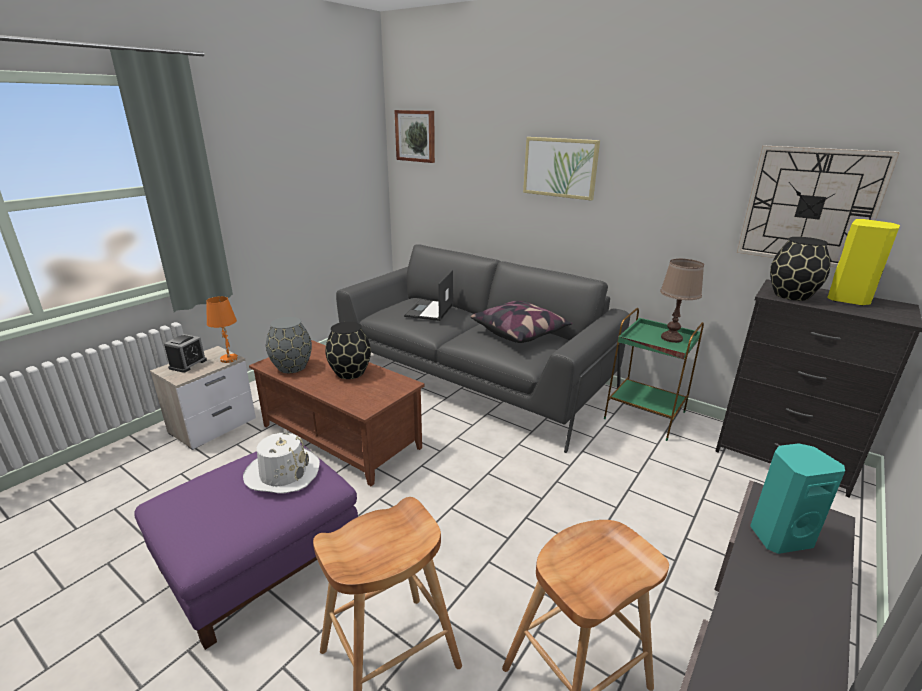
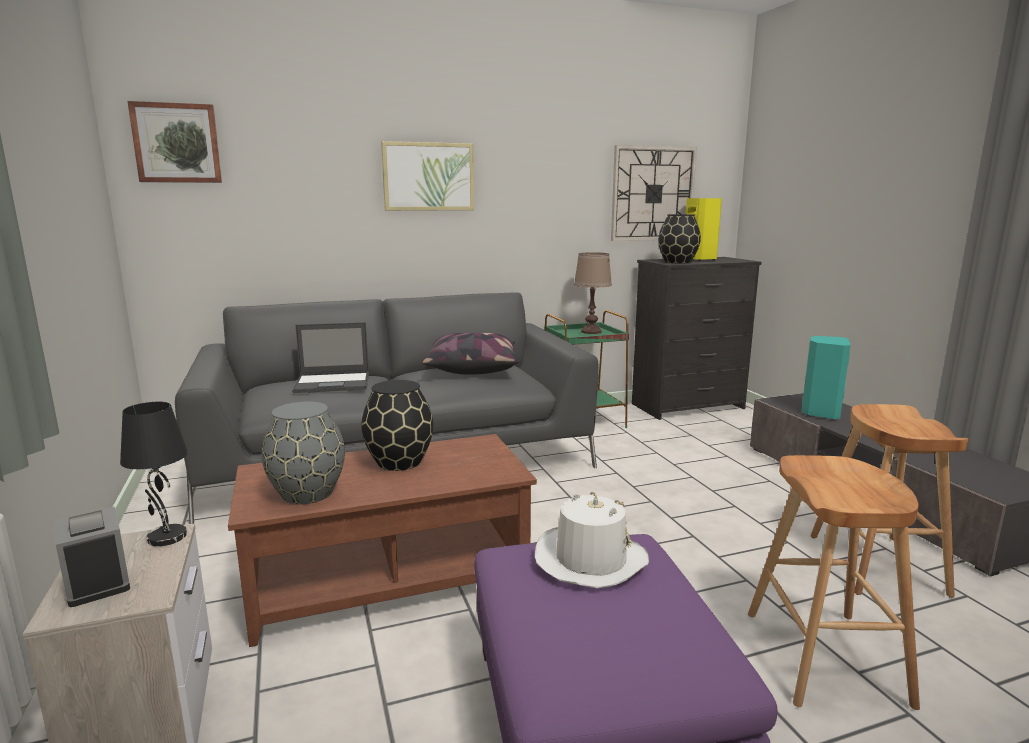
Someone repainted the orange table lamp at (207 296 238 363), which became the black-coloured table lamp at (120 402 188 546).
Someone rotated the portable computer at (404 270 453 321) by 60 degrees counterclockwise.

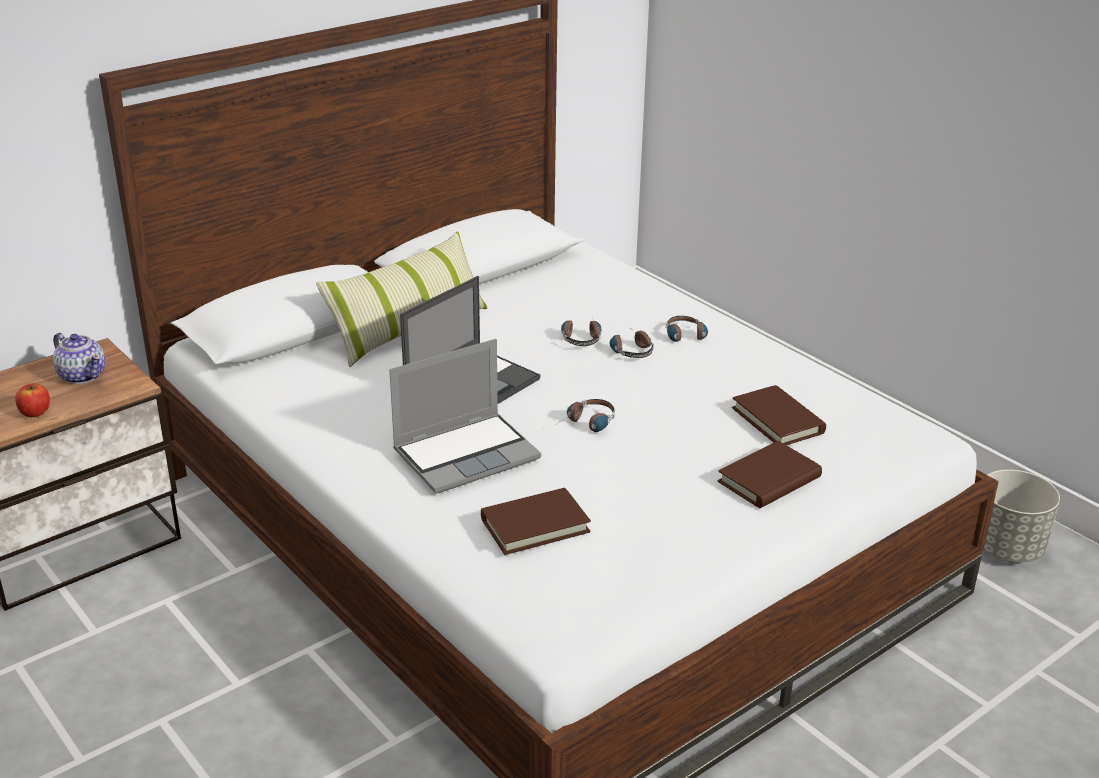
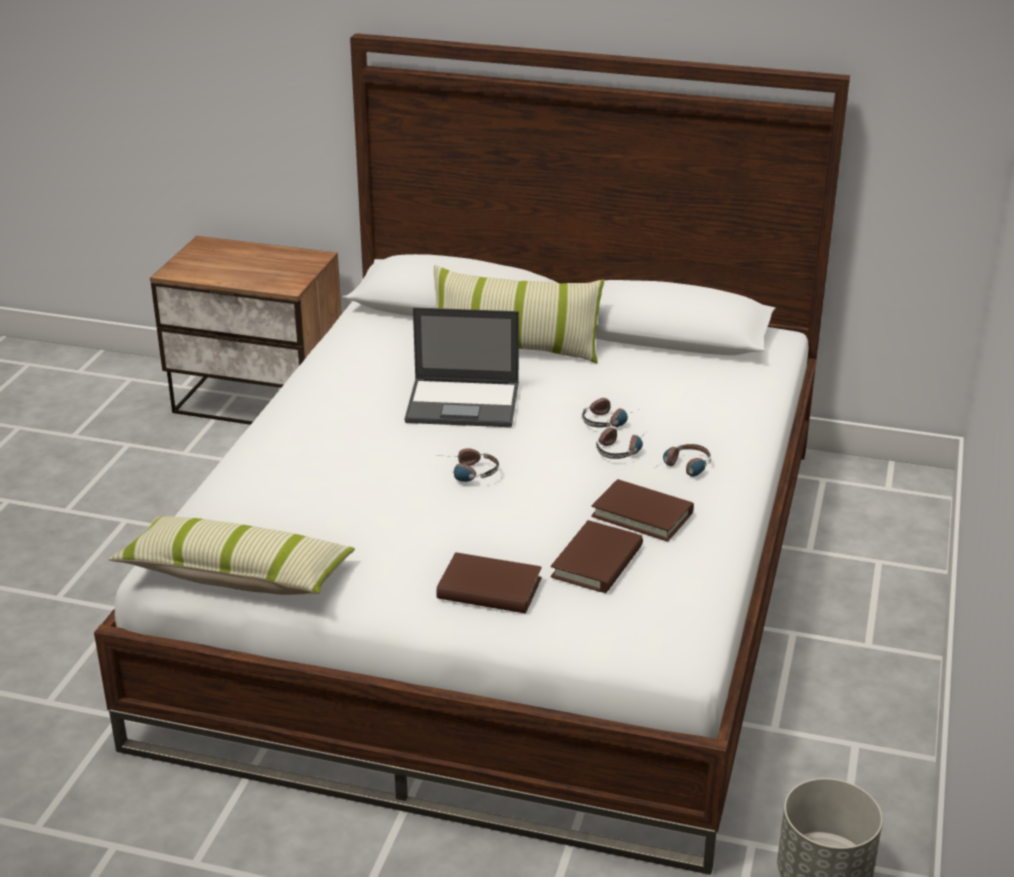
Someone put down the throw pillow at (109 516 355 595).
Someone carried the brown book from (481 488 591 555) to (591 479 694 541).
Someone took away the apple fruit at (15 383 50 417).
Someone took away the pot for tea at (53 333 105 384).
Someone took away the portable computer at (389 339 541 494).

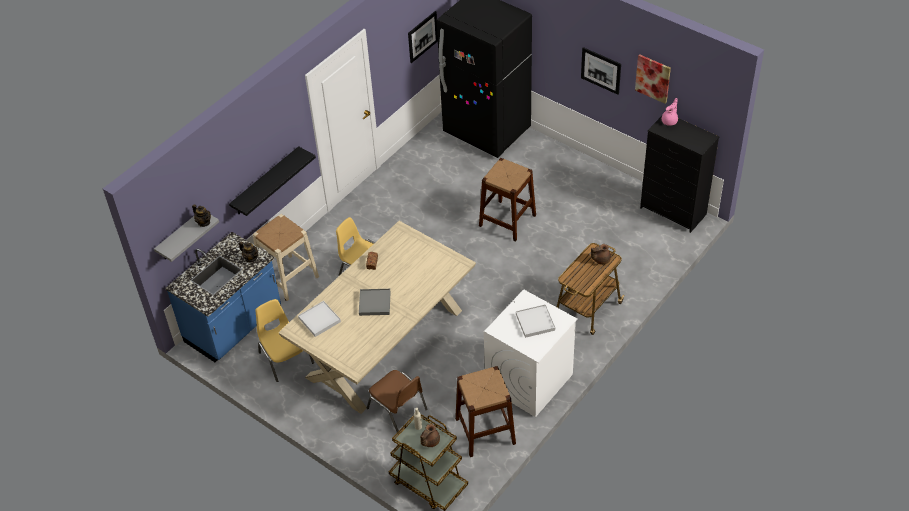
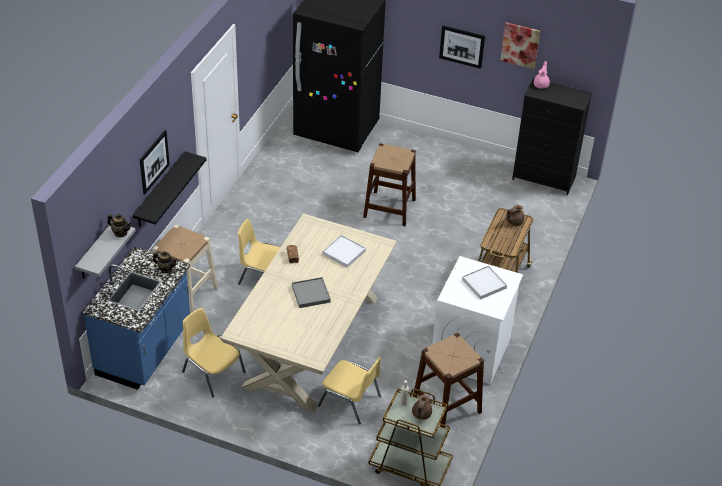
Someone carried the picture from (408 11 438 63) to (140 130 170 195).
Someone repainted the brown plain chair at (367 370 428 432), which became the yellow plain chair at (318 357 381 424).
Someone carried the whitish tray from (298 301 341 337) to (323 235 366 268).

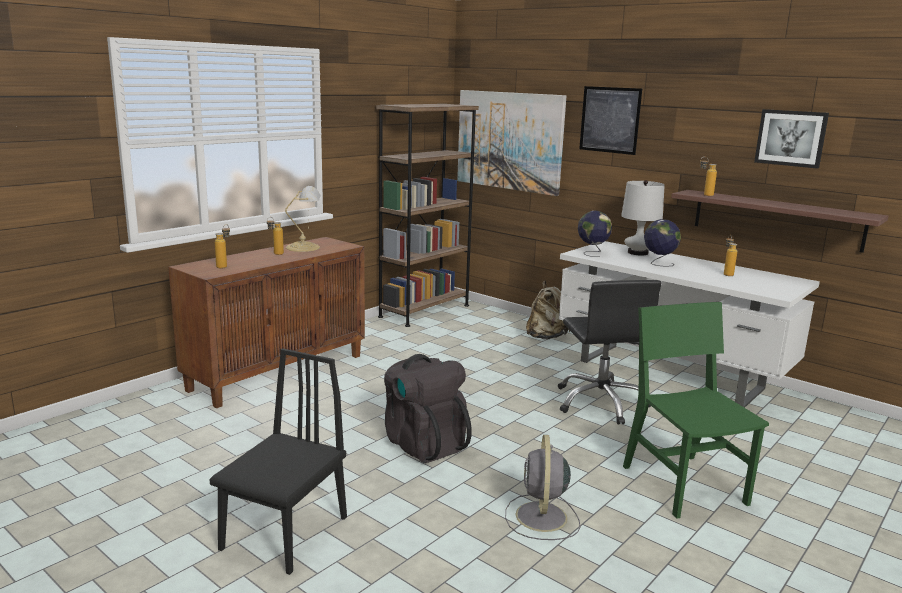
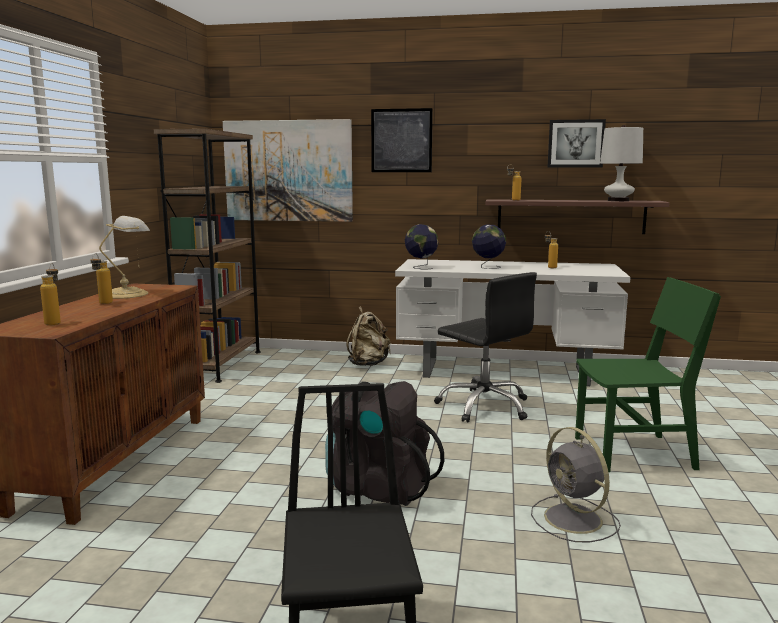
Someone rotated the green-coloured plain chair at (623 302 769 519) by 135 degrees clockwise.
Someone carried the whitish table lamp from (621 180 665 256) to (600 125 643 201).

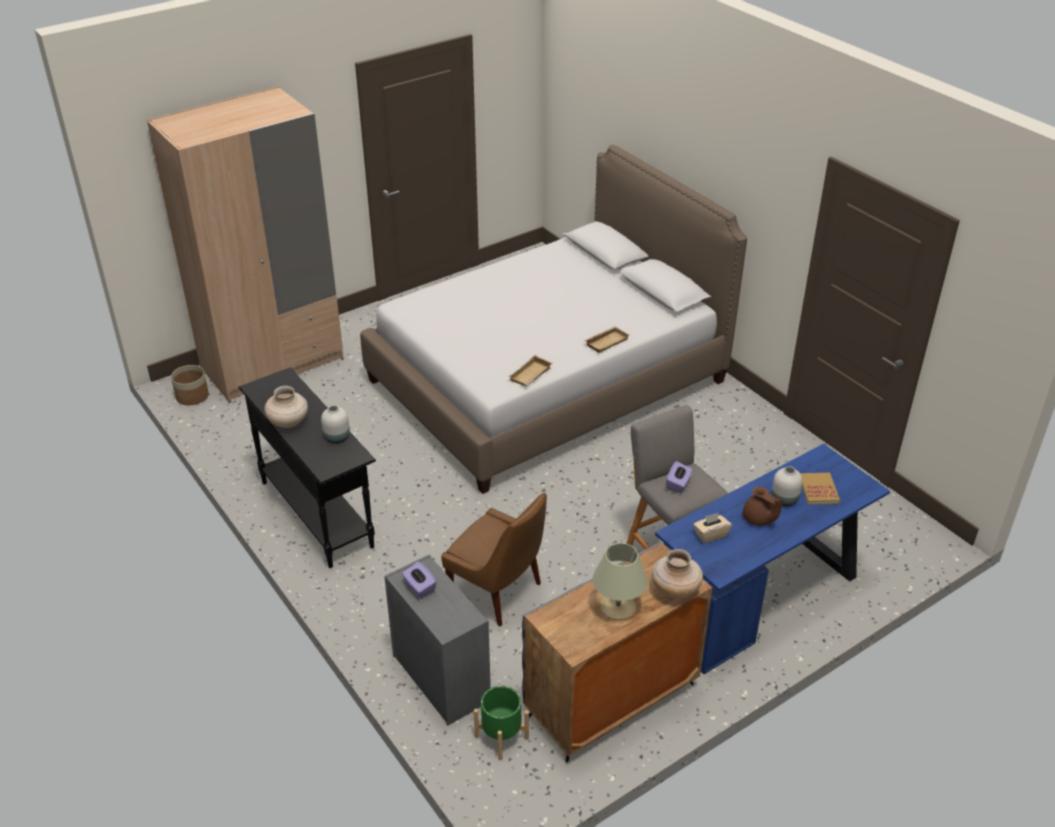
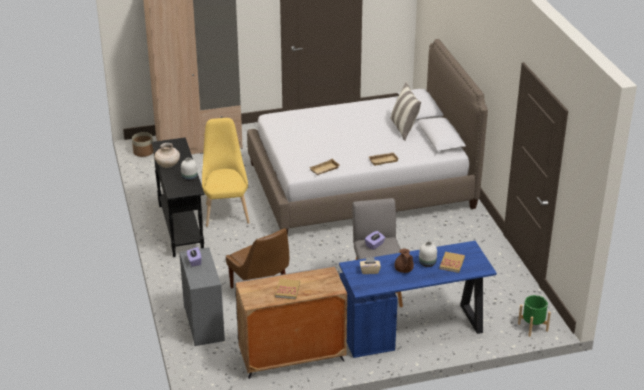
Someone put down the yellow plain chair at (202 118 250 227).
Someone swapped the beige table lamp at (593 543 647 620) for the book at (275 278 300 299).
Someone put down the throw pillow at (390 82 421 141).
Someone carried the green-coloured plant pot from (474 686 529 760) to (518 295 551 337).
Someone took away the beige vase at (652 549 703 599).

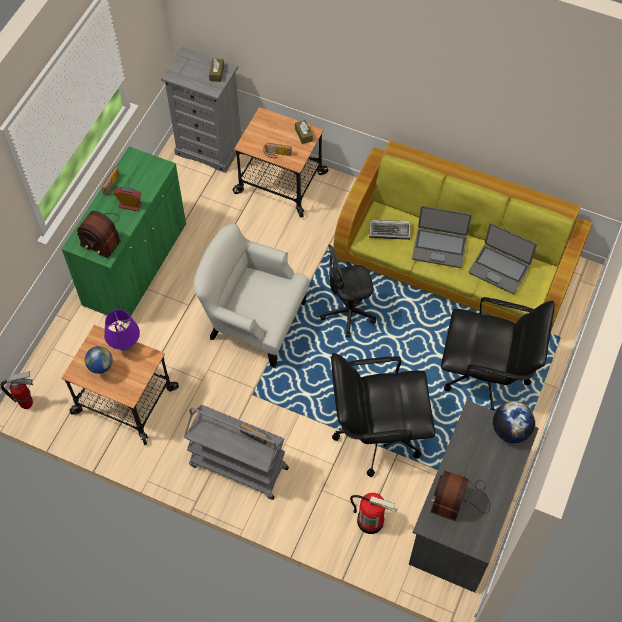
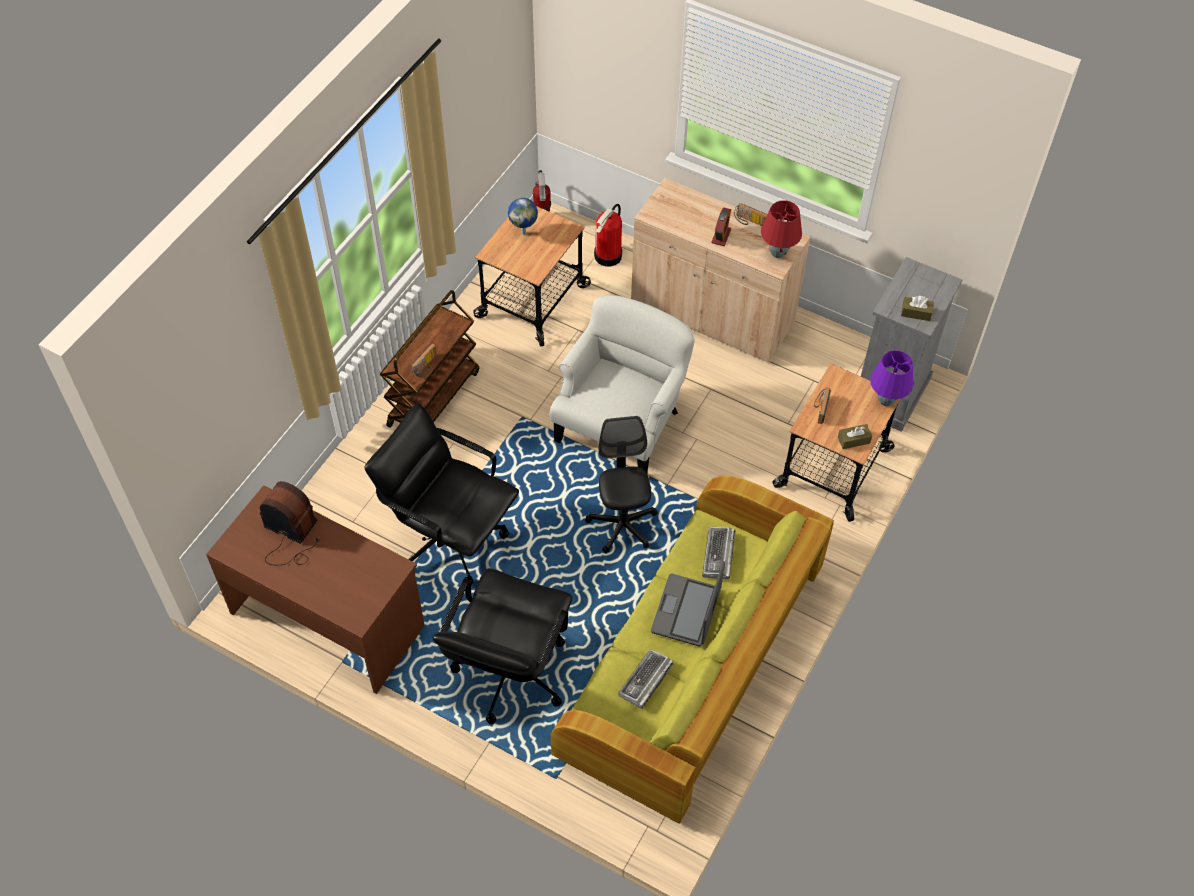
Someone repainted the greyish desk at (409 400 539 593), which became the brown desk at (206 485 425 694).
Someone rotated the black-coloured office chair at (331 353 435 477) by 60 degrees counterclockwise.
Someone repainted the greyish wheeled cart at (184 405 289 500), which became the brown wheeled cart at (380 290 479 428).
Someone carried the fire extinguisher from (350 493 397 534) to (594 204 622 267).
Someone swapped the portable computer at (469 223 537 294) for the keyboard at (618 649 674 709).
Someone repainted the green-coloured cabinet at (62 146 186 323), which became the beige cabinet at (631 178 810 363).
Someone put down the reddish table lamp at (761 200 802 258).
Someone carried the purple table lamp from (104 310 140 351) to (870 350 913 406).
Someone took away the radio at (77 211 120 258).
Someone took away the world globe at (493 401 535 443).

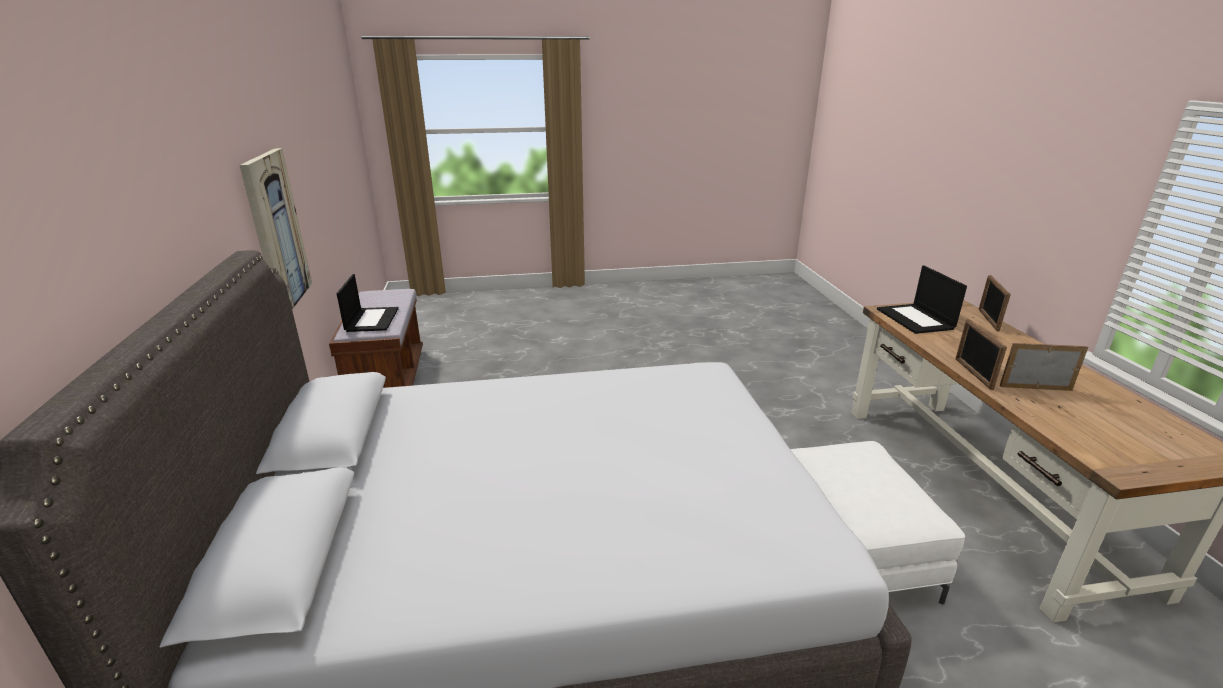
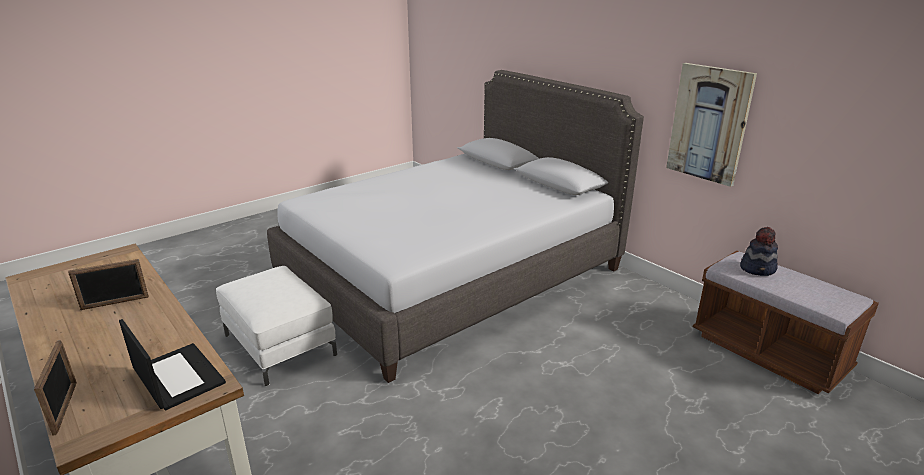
Someone swapped the portable computer at (336 274 399 332) for the wearable hat at (740 227 778 276).
Someone took away the picture frame at (955 319 1007 390).

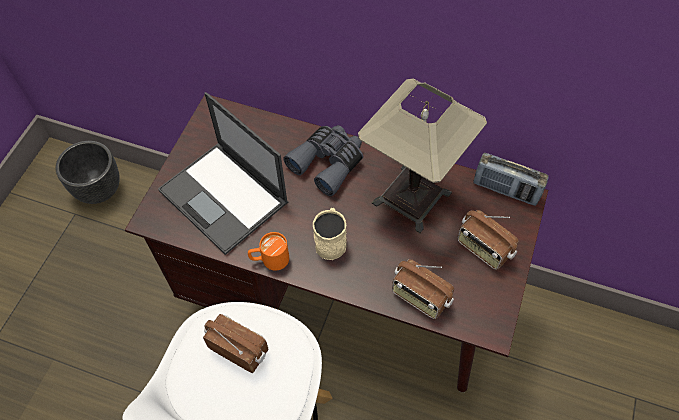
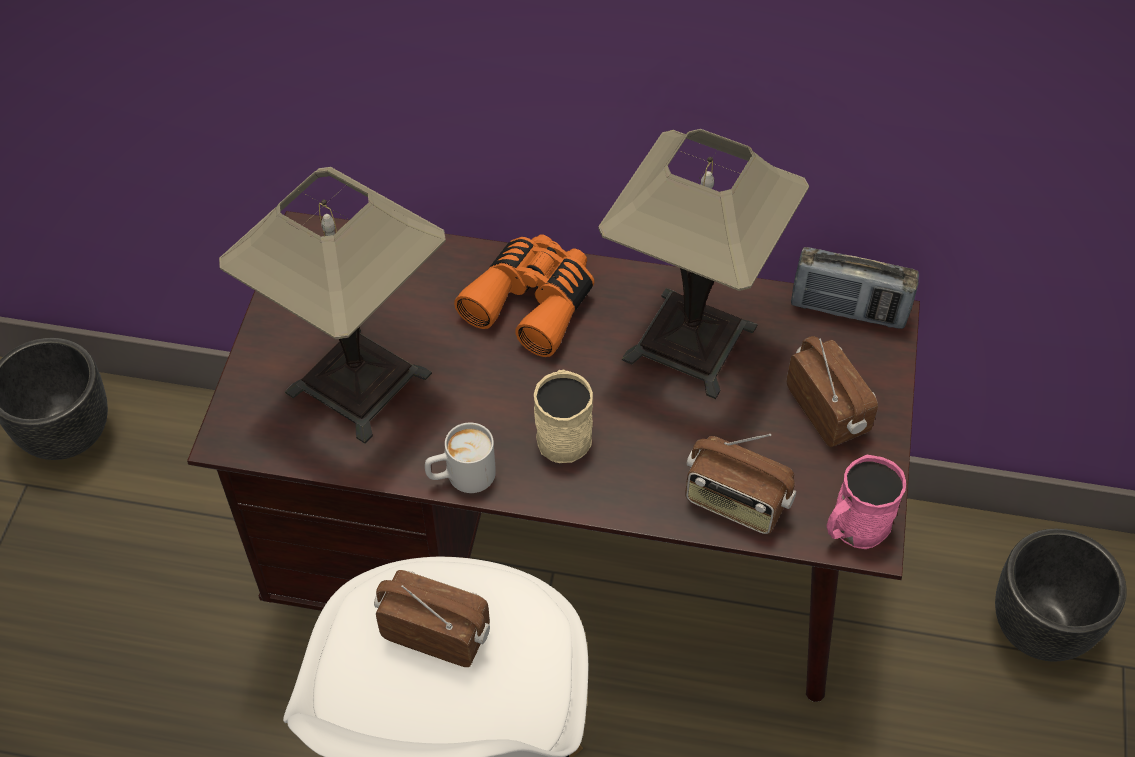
Someone swapped the portable computer at (158 92 288 255) for the table lamp at (219 167 446 444).
Someone repainted the orange mug at (248 232 289 271), which became the whitish mug at (425 423 496 493).
Someone repainted the greyish binoculars at (283 125 363 196), which became the orange binoculars at (454 235 594 357).
Someone rotated the radio at (457 210 519 270) by 150 degrees counterclockwise.
Someone put down the pinkish mug at (827 455 906 549).
Someone put down the black-coloured plant pot at (995 529 1127 662).

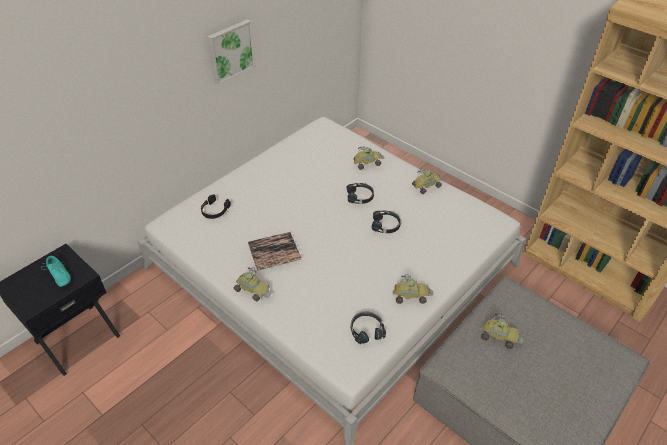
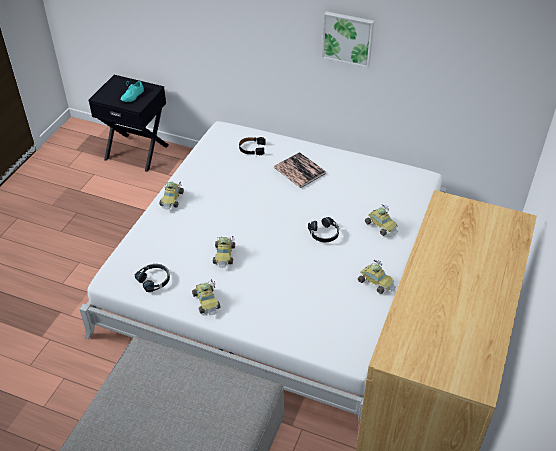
Someone carried the miniature car from (481 314 524 349) to (213 237 235 268).
Someone carried the book from (248 232 301 271) to (274 152 326 188).
Someone took away the black-coloured pair of headphones at (372 211 401 233).

